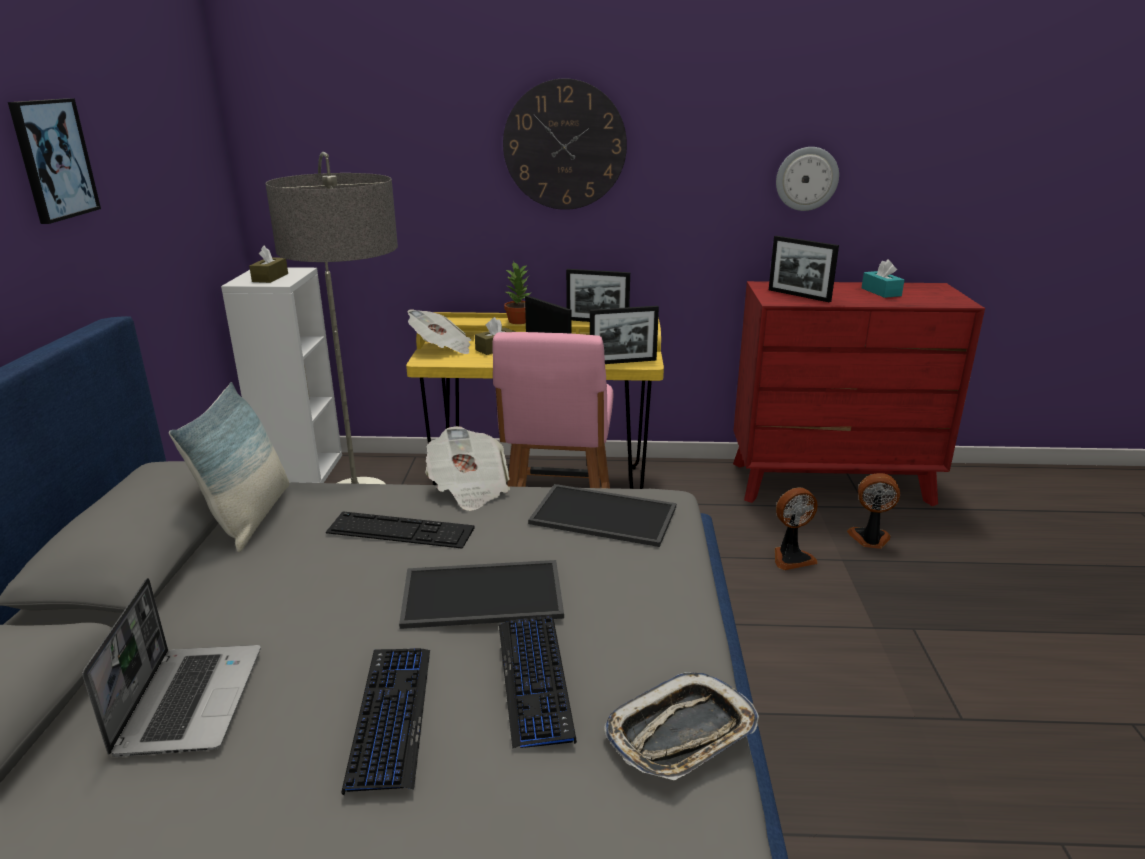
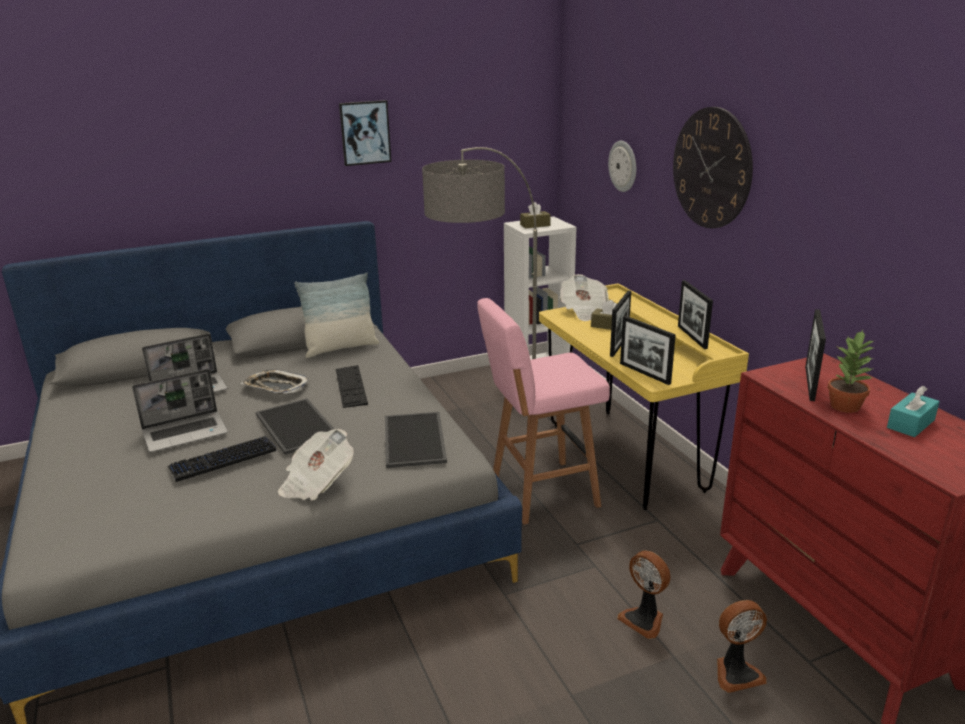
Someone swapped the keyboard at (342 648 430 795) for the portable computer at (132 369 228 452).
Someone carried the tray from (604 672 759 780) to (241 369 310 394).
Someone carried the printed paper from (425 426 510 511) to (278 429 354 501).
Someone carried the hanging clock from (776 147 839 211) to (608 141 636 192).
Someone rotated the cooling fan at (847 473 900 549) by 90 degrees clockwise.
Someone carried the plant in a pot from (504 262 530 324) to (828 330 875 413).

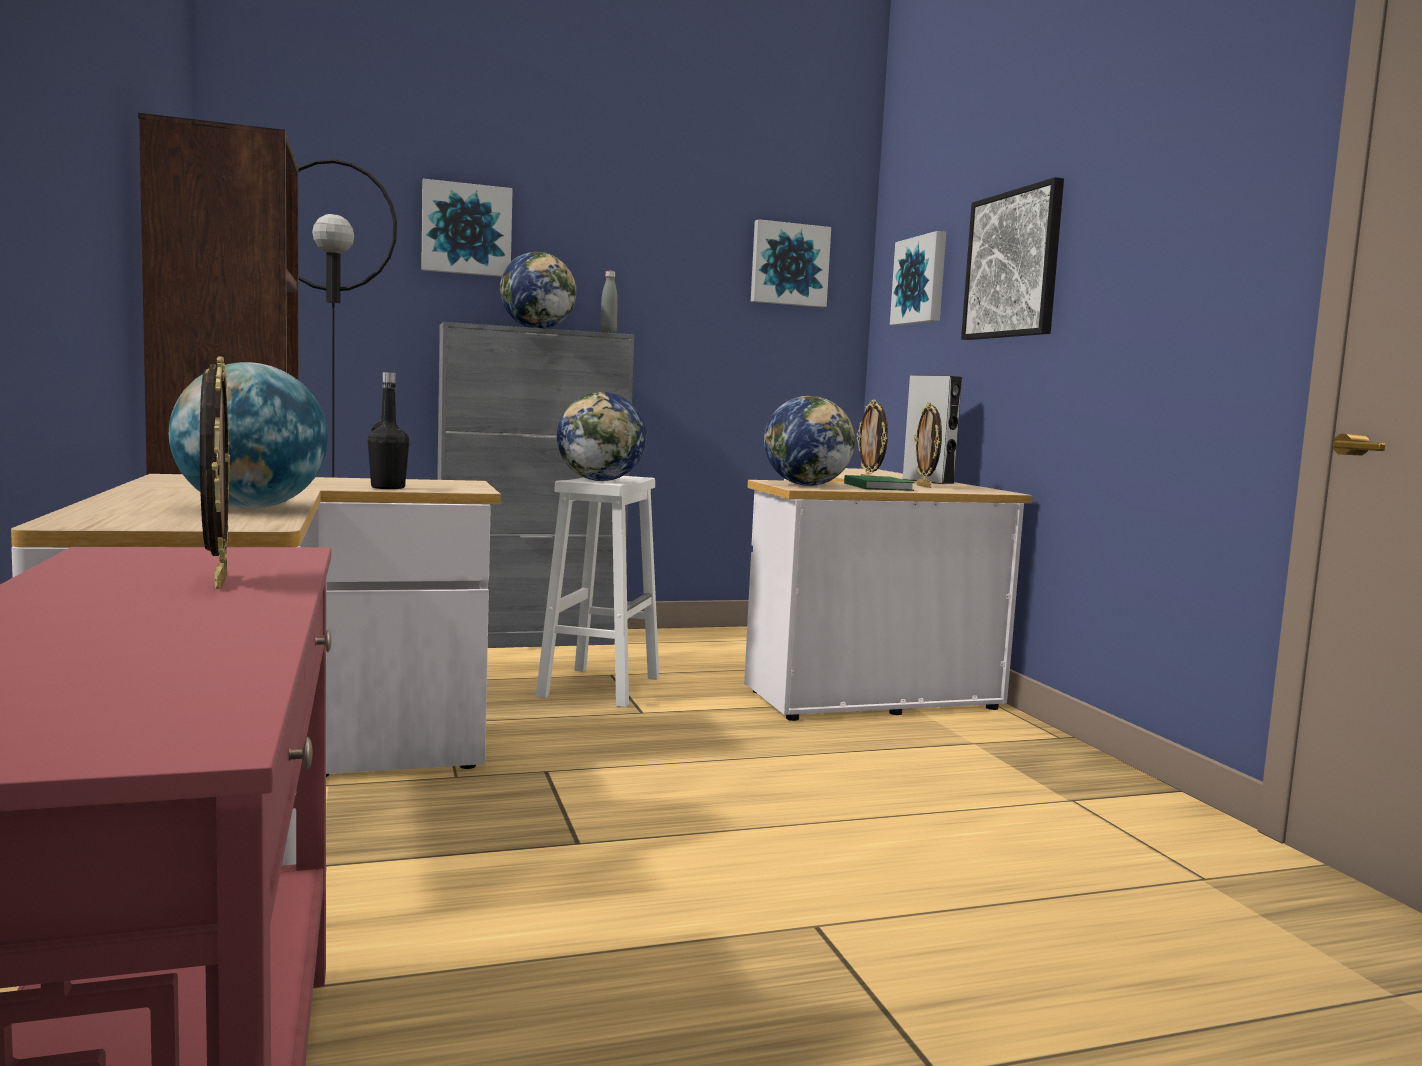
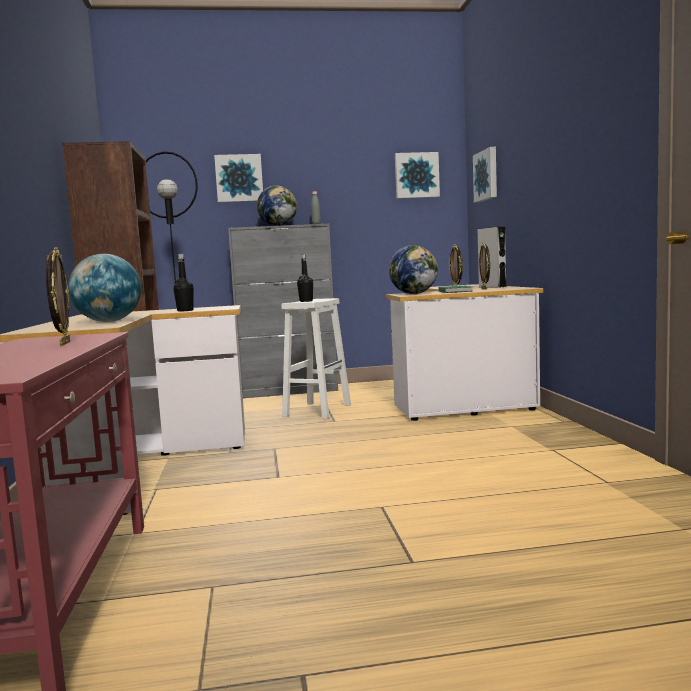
Someone swapped the world globe at (557 392 646 481) for the black-coloured bottle at (297 254 313 302).
Someone took away the picture at (961 177 1064 340).

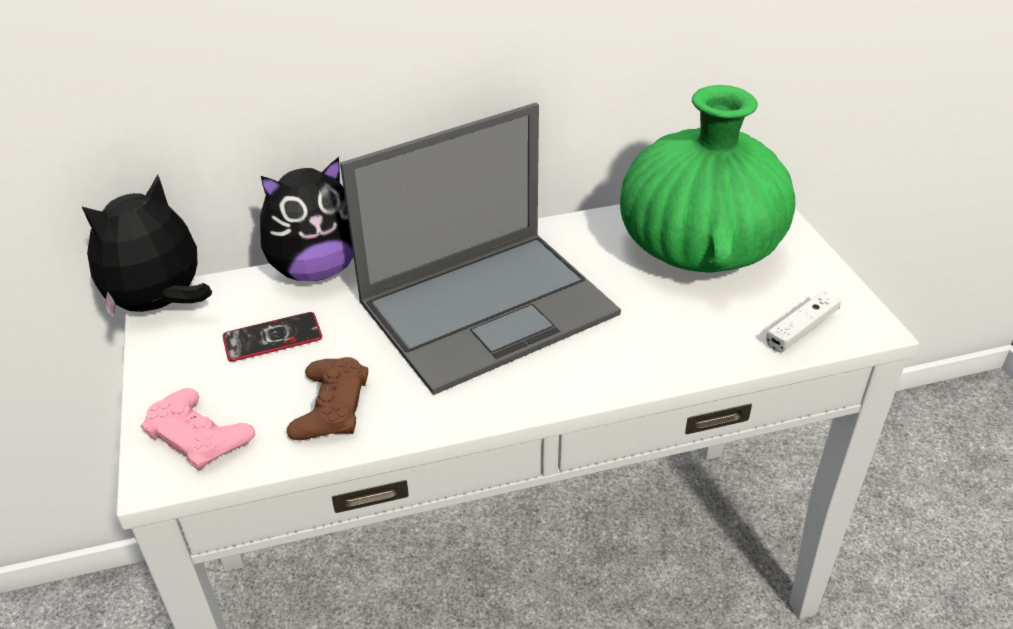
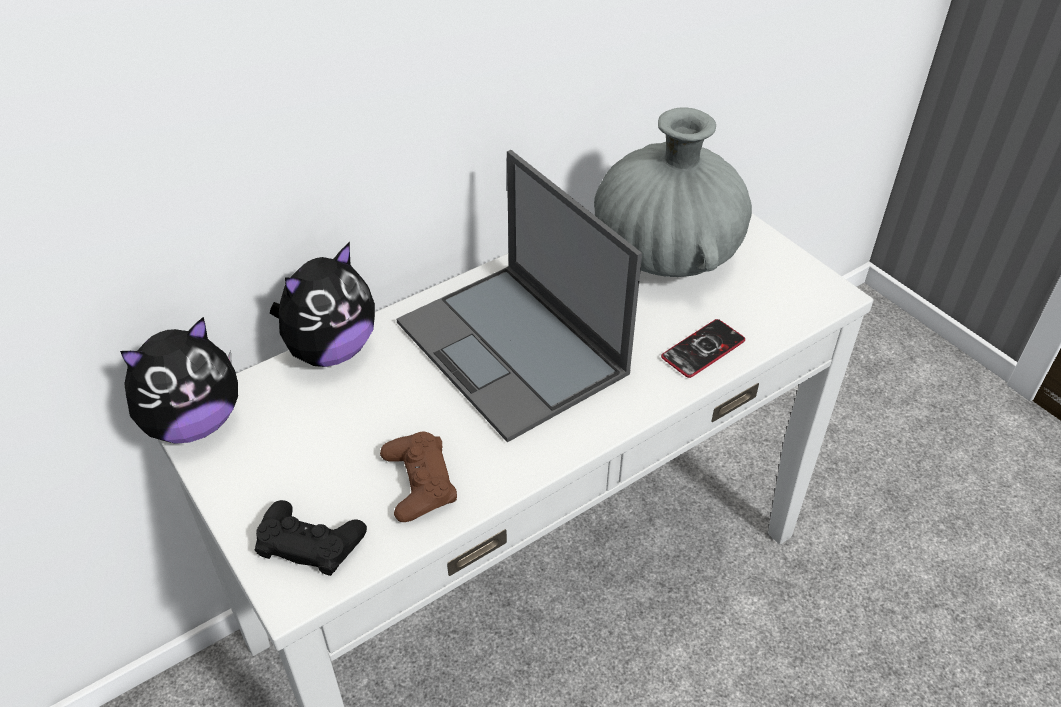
Someone rotated the plush toy at (82 174 212 319) by 150 degrees counterclockwise.
Someone repainted the pinkish joypad at (141 388 255 471), which became the black-coloured joypad at (255 500 367 576).
Someone rotated the portable computer at (340 103 621 395) by 105 degrees clockwise.
Someone repainted the green-coloured vase at (620 85 795 273), which became the greyish vase at (594 107 752 277).
Someone carried the handset from (223 312 322 362) to (661 319 745 378).
Someone took away the whitish joypad at (766 291 841 353).

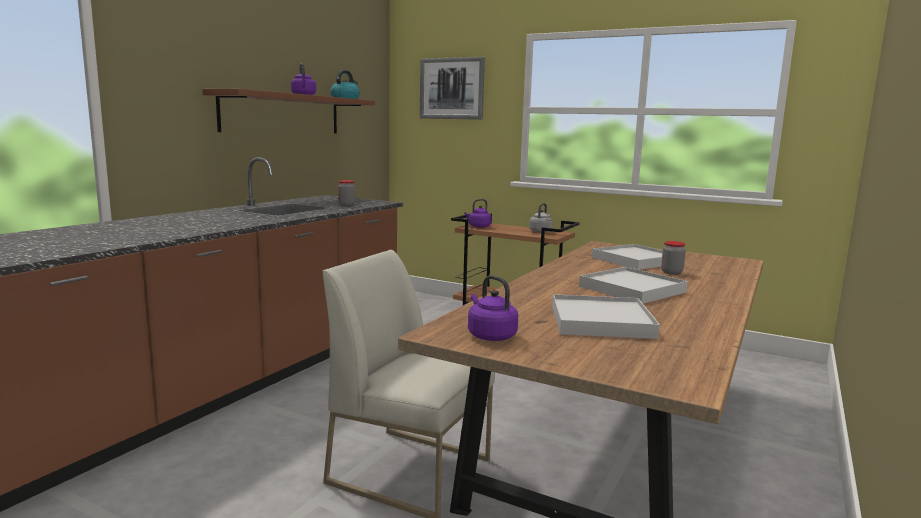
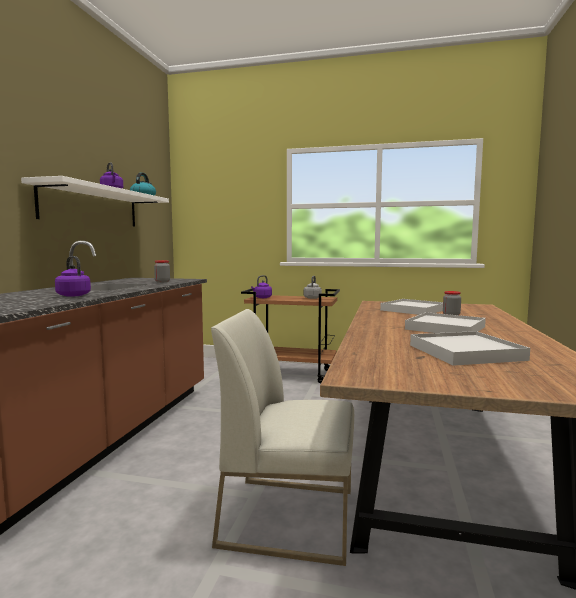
Someone repainted the brown shelf at (202 89 375 133), which became the whitish shelf at (21 176 169 227).
Someone carried the purple water kettle from (468 275 518 341) to (55 256 91 297).
Someone took away the picture at (420 57 485 120).

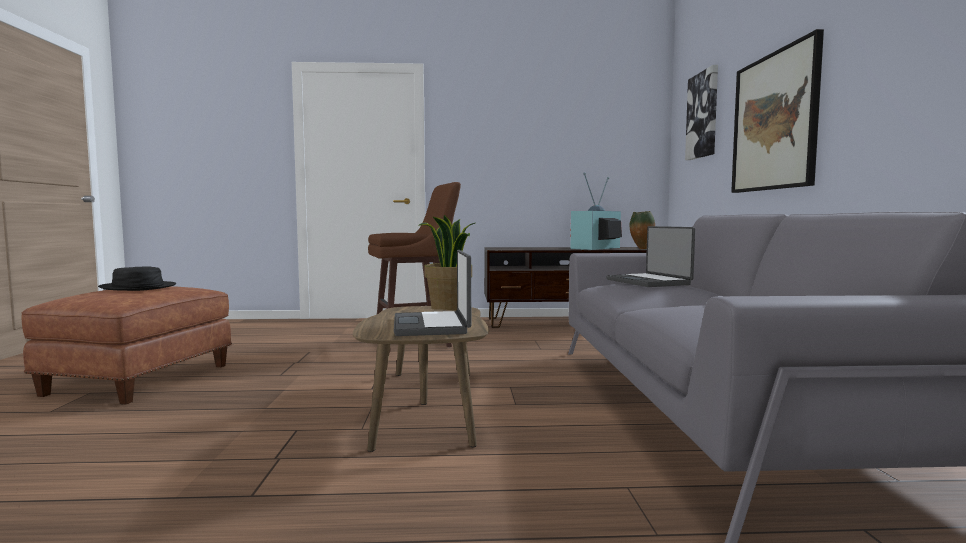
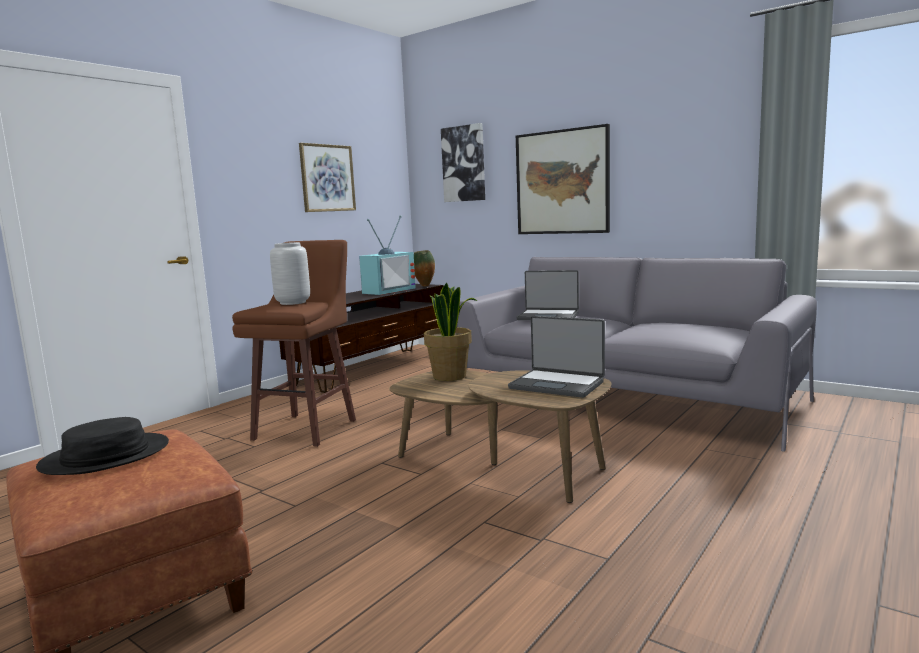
Someone put down the greyish vase at (270 242 310 305).
Someone put up the picture at (299 143 356 212).
Someone rotated the TV set at (570 172 622 250) by 135 degrees counterclockwise.

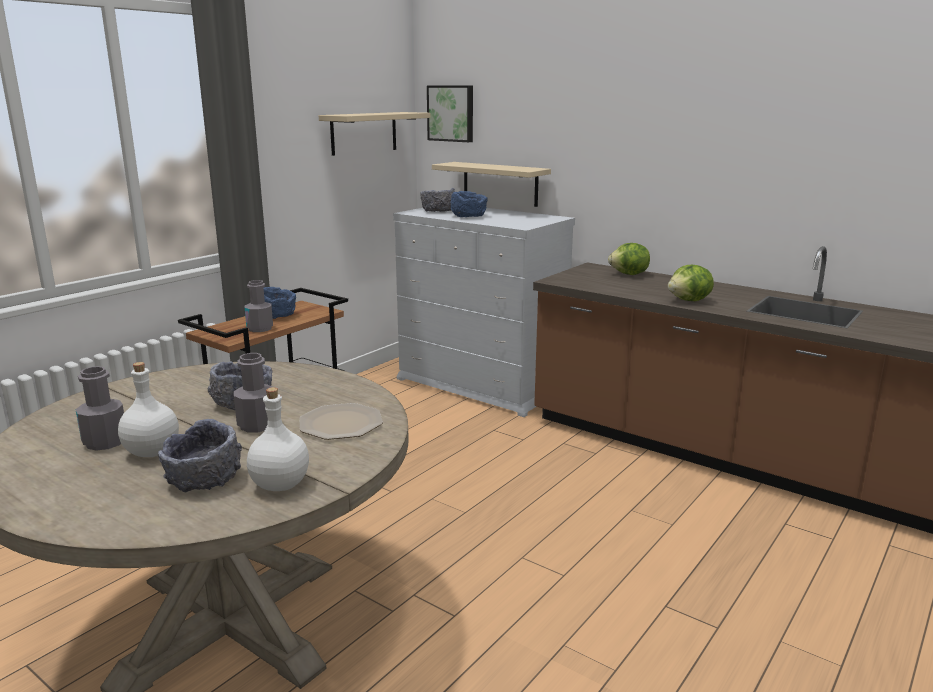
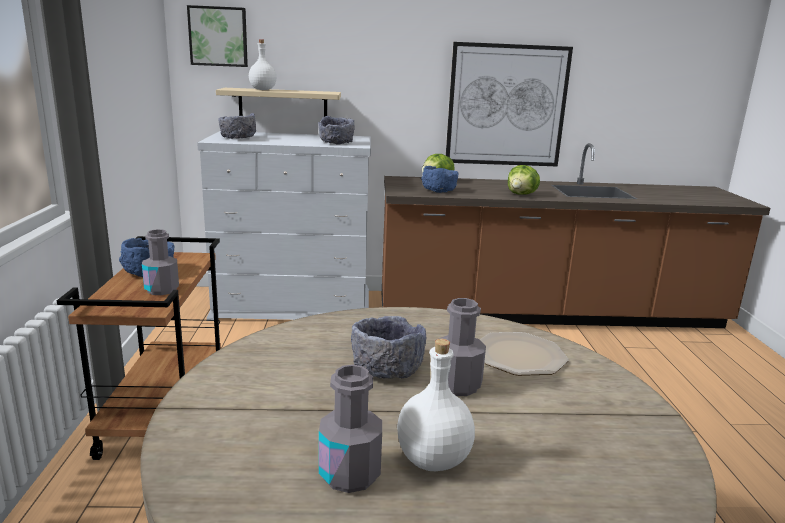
Someone carried the whitish bottle from (247 387 309 491) to (249 39 276 90).
Someone carried the greyish deep dish from (158 419 242 492) to (318 116 355 145).
Someone carried the blue deep dish from (450 191 487 217) to (421 166 459 193).
Someone put up the picture at (446 42 573 166).
Someone took away the beige shelf at (319 112 431 156).

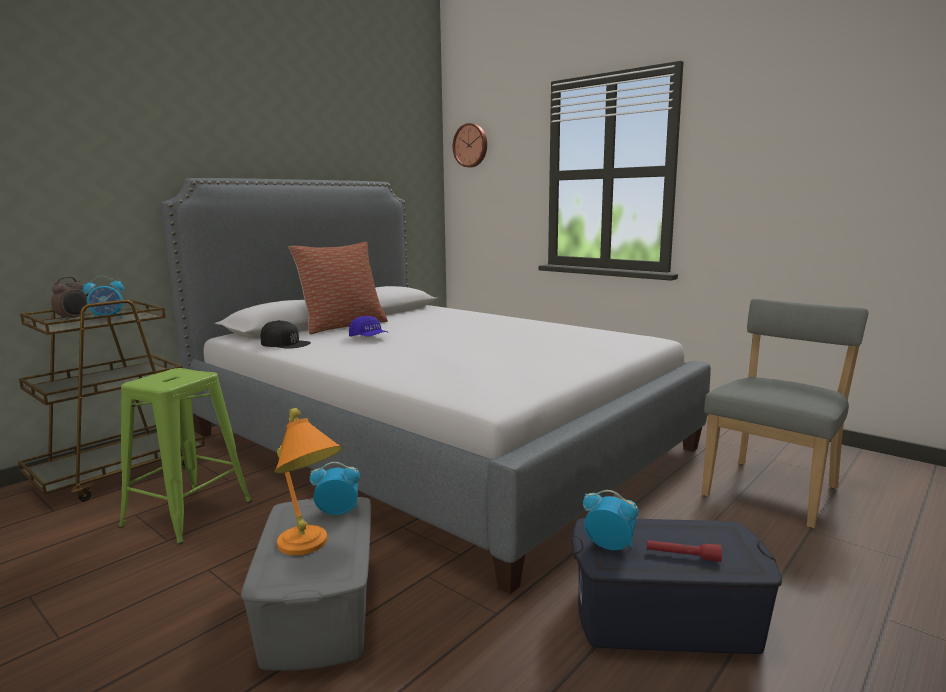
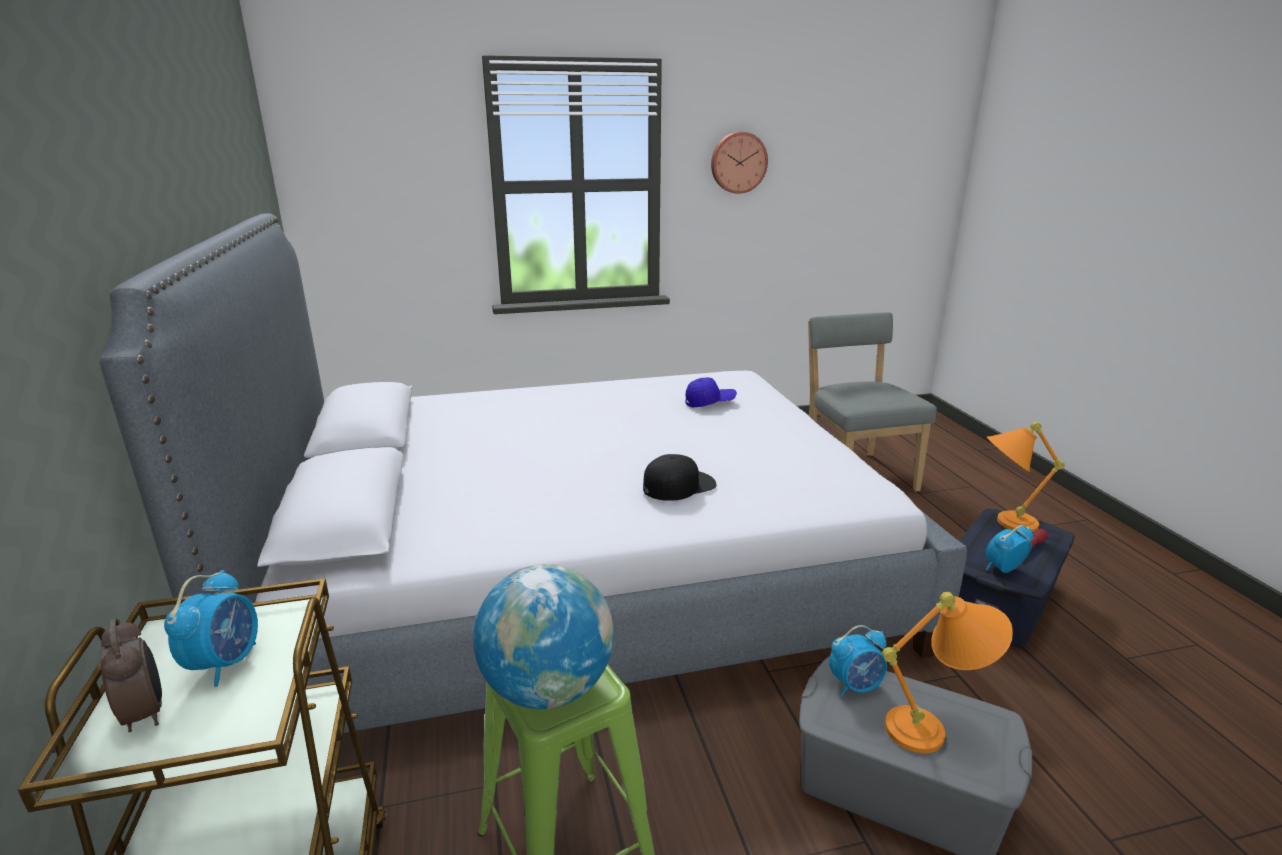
Someone put down the world globe at (473 564 614 709).
Someone carried the black-coloured cap from (261 320 311 349) to (643 454 716 501).
Someone carried the blue cap from (349 316 389 337) to (685 377 737 407).
Someone carried the hanging clock from (453 123 487 167) to (711 132 768 194).
Someone rotated the table clock at (310 462 360 515) by 135 degrees counterclockwise.
Someone put down the orange table lamp at (987 422 1065 532).
Someone took away the throw pillow at (289 242 388 334).

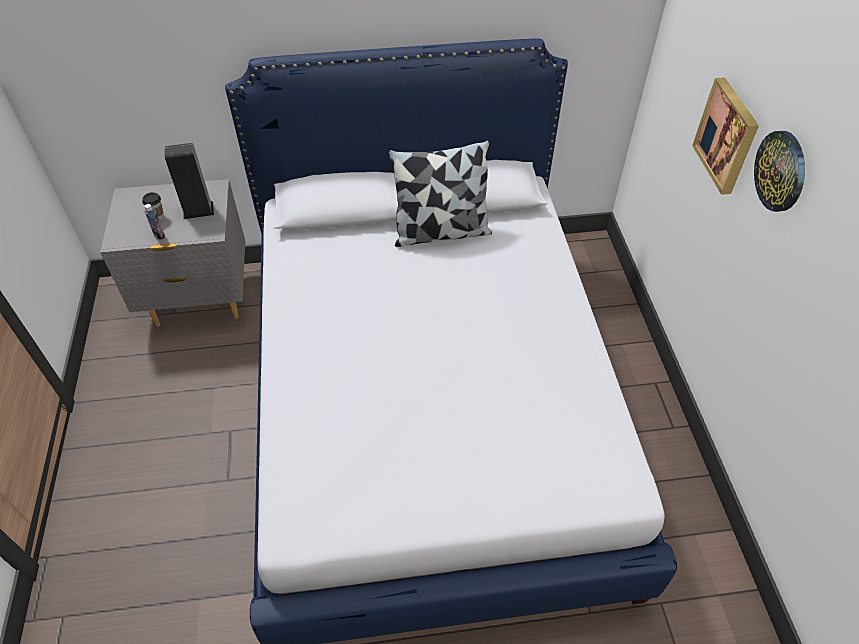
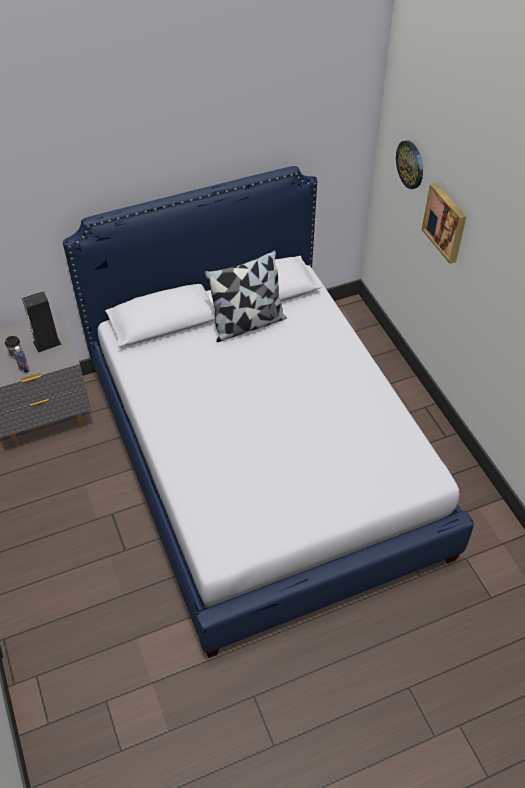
Someone carried the hanging clock from (754 131 805 212) to (396 140 423 189).

